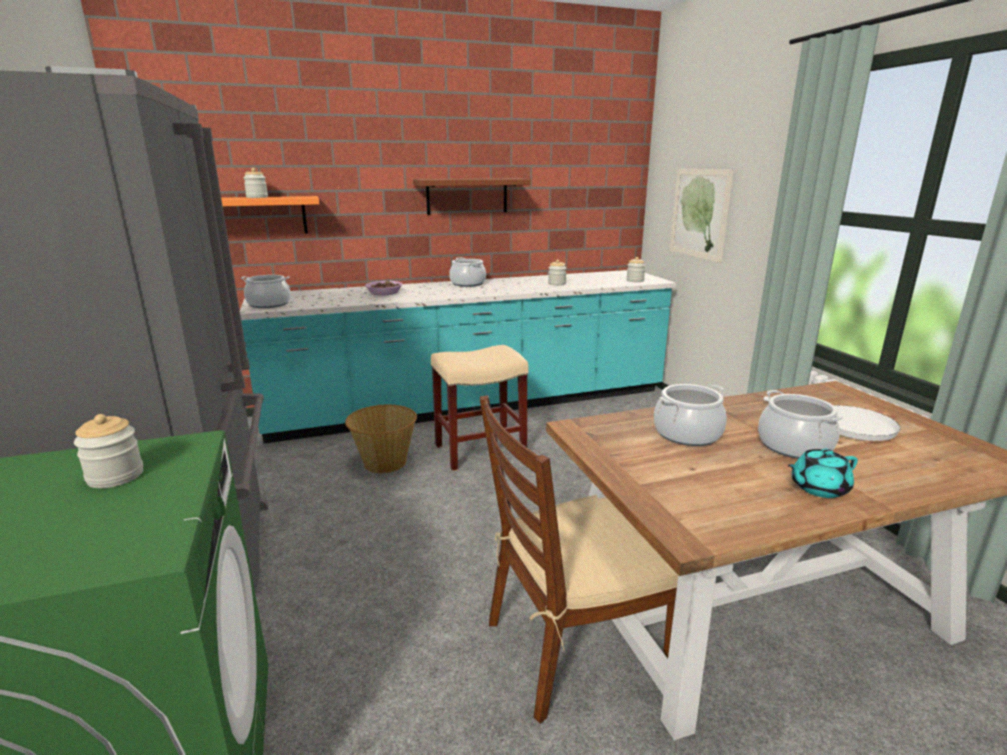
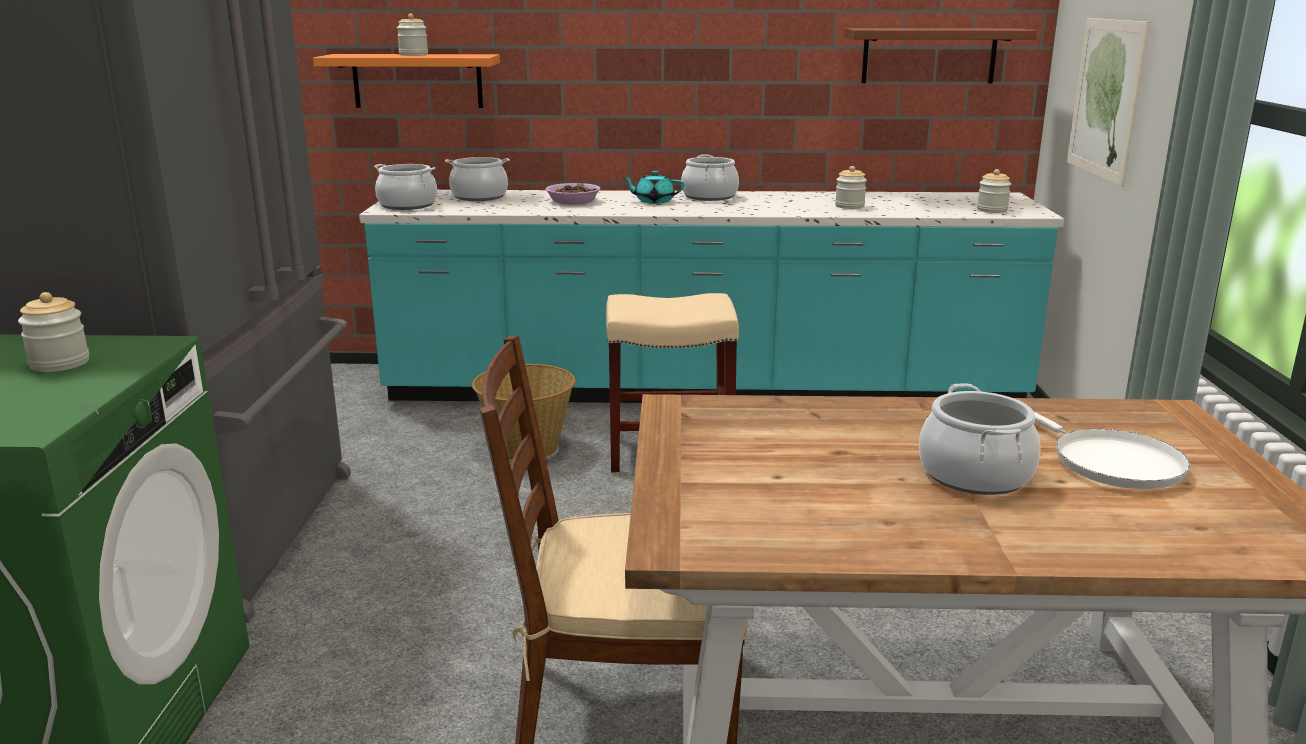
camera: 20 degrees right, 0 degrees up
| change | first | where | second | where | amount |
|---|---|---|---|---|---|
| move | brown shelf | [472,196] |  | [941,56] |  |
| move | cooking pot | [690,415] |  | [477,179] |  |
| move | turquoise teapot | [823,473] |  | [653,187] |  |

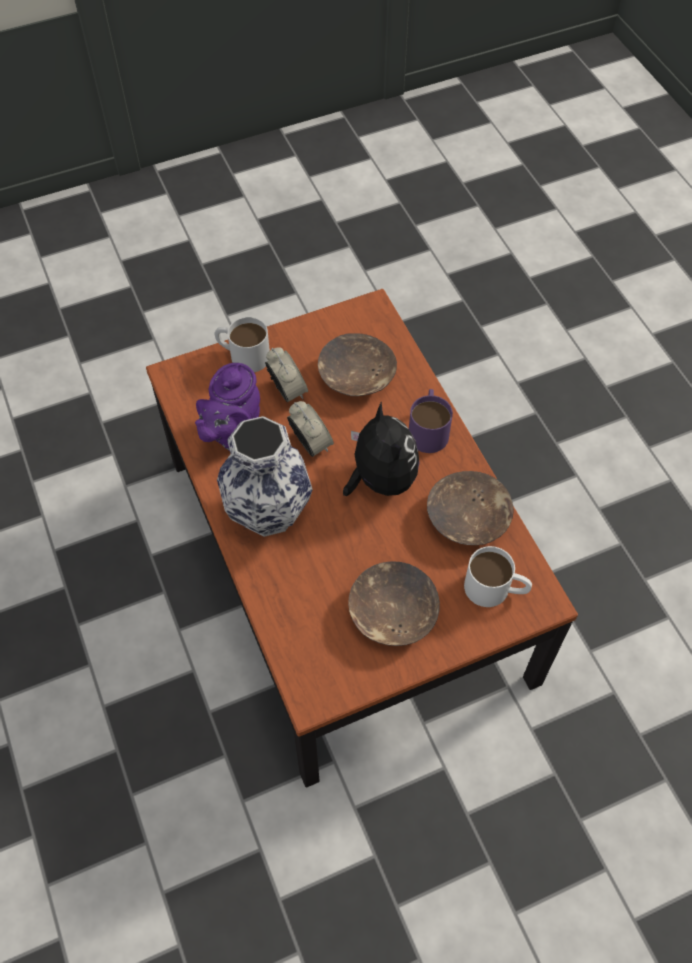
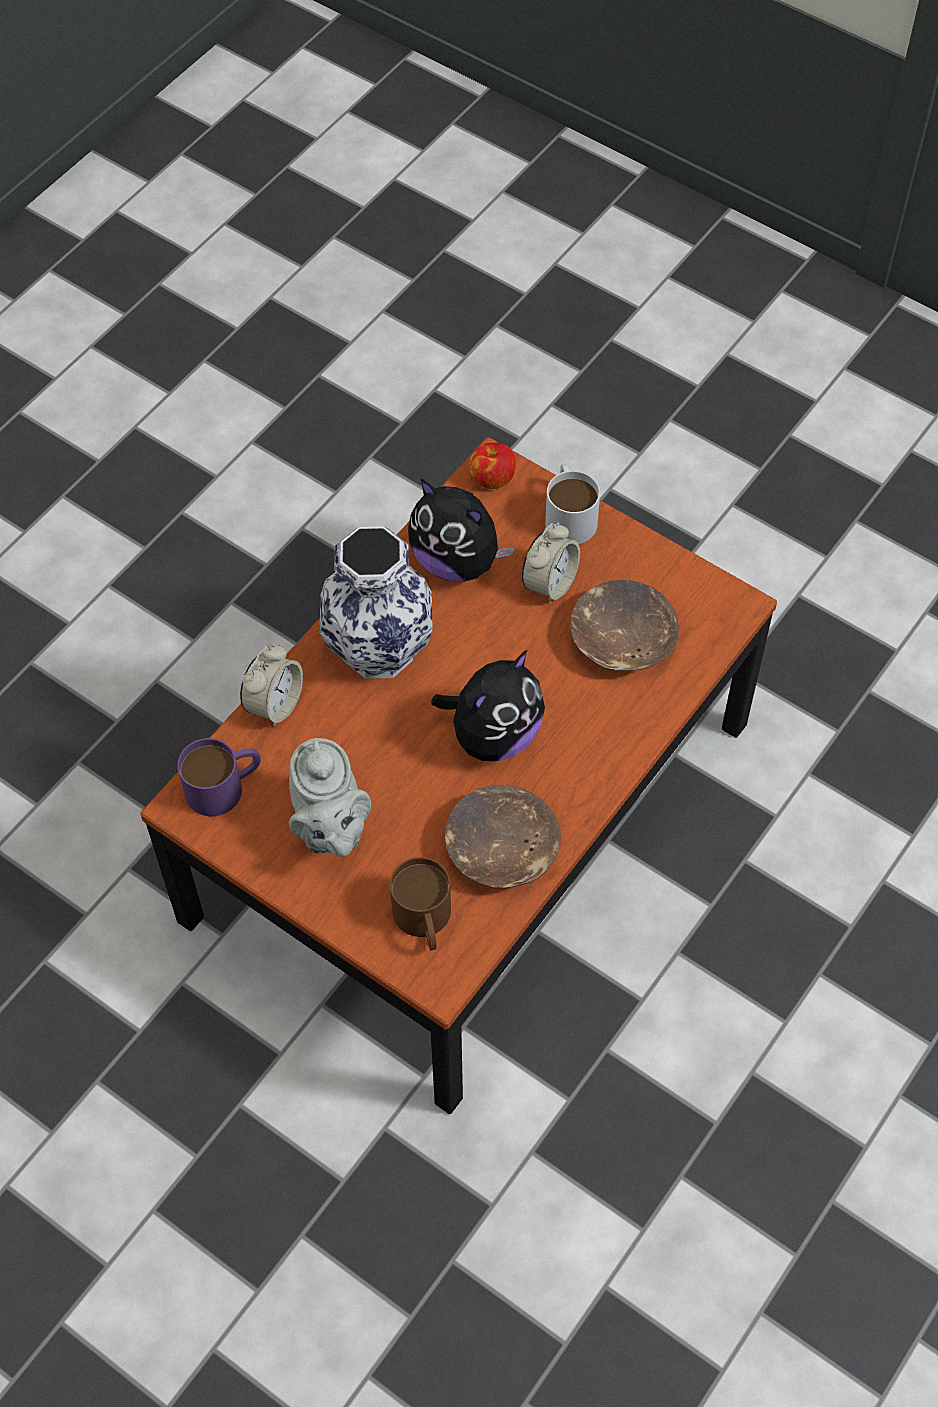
camera: 60 degrees right, 0 degrees up
| change | first | where | second | where | amount |
|---|---|---|---|---|---|
| insert |  |  | apple | [492,466] |  |
| move | alarm clock | [310,429] |  | [271,685] |  |
| move | purple mug | [431,421] |  | [219,777] |  |
| replace | purple teapot | [227,407] | plush toy | [461,530] |  |
| replace | brown bowl | [394,603] | grey teapot | [330,797] |  |
| recolor | white mug | [498,576] | brown mug | [420,903] |  |

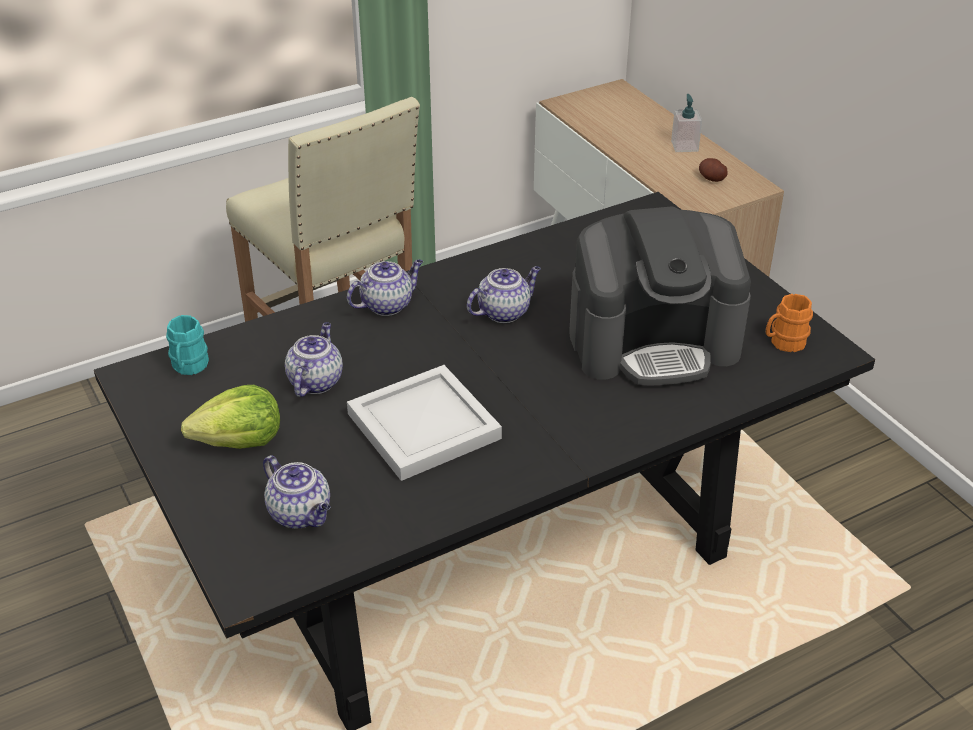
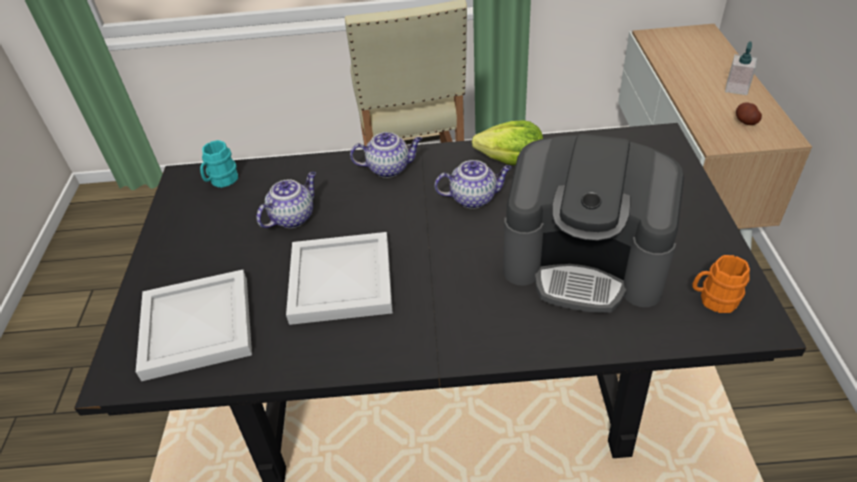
camera: 30 degrees right, 5 degrees up
| change | first | where | second | where | amount |
|---|---|---|---|---|---|
| move | lettuce | [230,417] |  | [507,142] |  |
| replace | teapot | [296,491] | white tray | [194,325] |  |

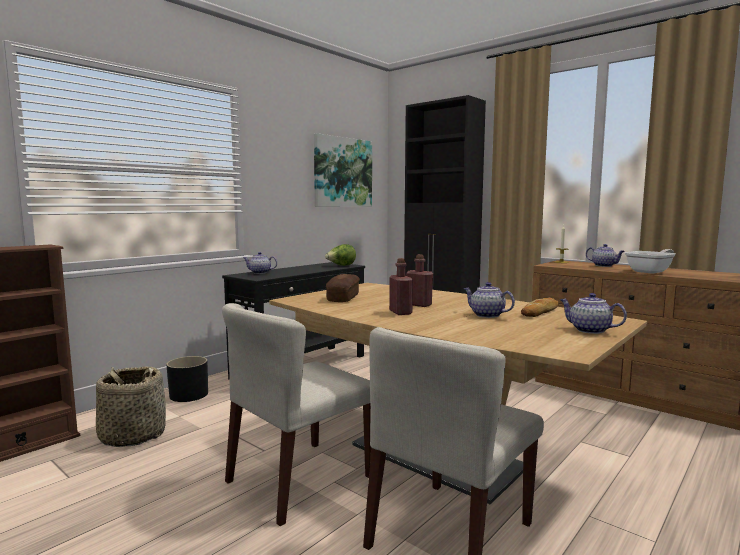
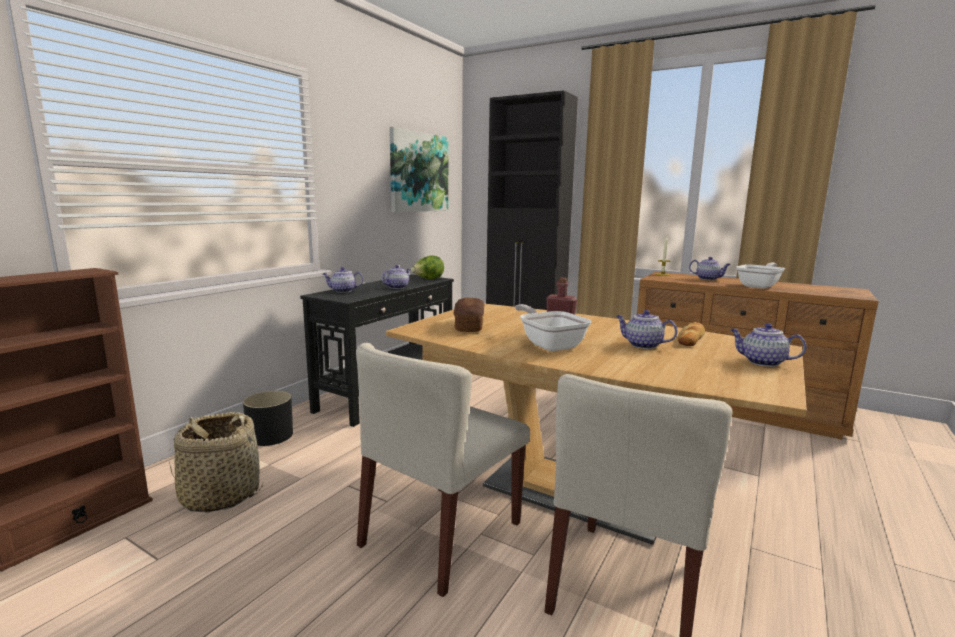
camera: 10 degrees left, 5 degrees up
| change | first | where | second | where | amount |
|---|---|---|---|---|---|
| insert |  |  | teapot | [396,277] |  |
| replace | red bottle | [401,286] | frying pan | [553,327] |  |

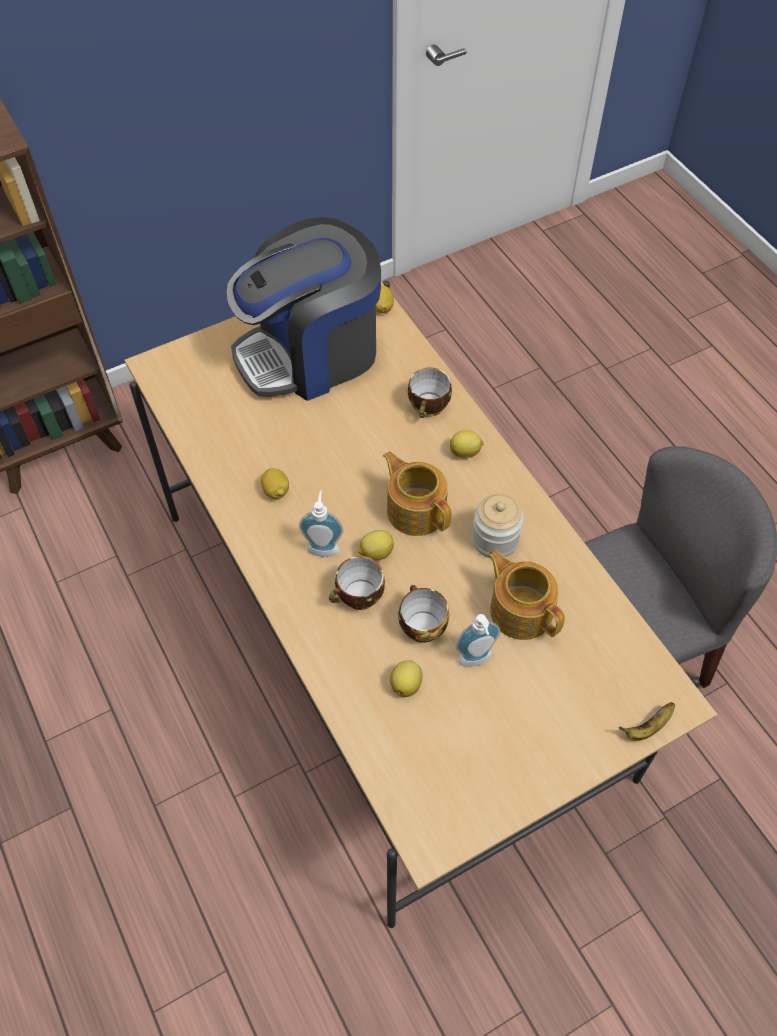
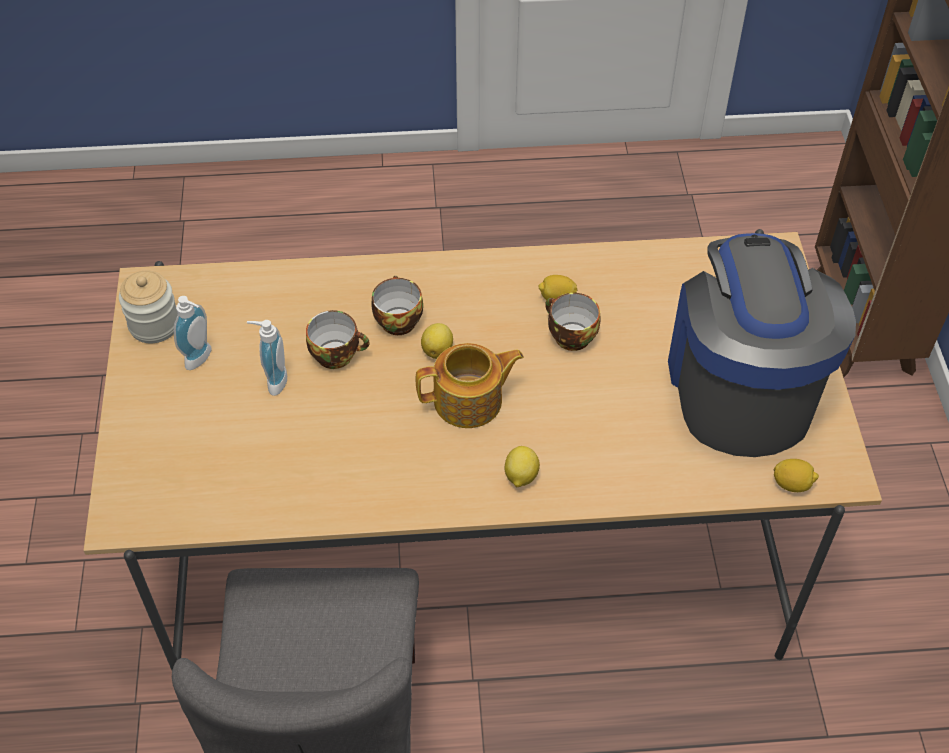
camera: 115 degrees right, 5 degrees down
| change | first | where | second | where | amount |
|---|---|---|---|---|---|
| delete | lemon | [406,678] |  |  |  |
| delete | teapot | [526,595] |  |  |  |
| delete | banana | [647,721] |  |  |  |
| move | soap dispenser | [321,523] |  | [193,333] |  |
| move | cup | [430,392] |  | [573,322] |  |
| move | jar | [498,526] |  | [148,307] |  |

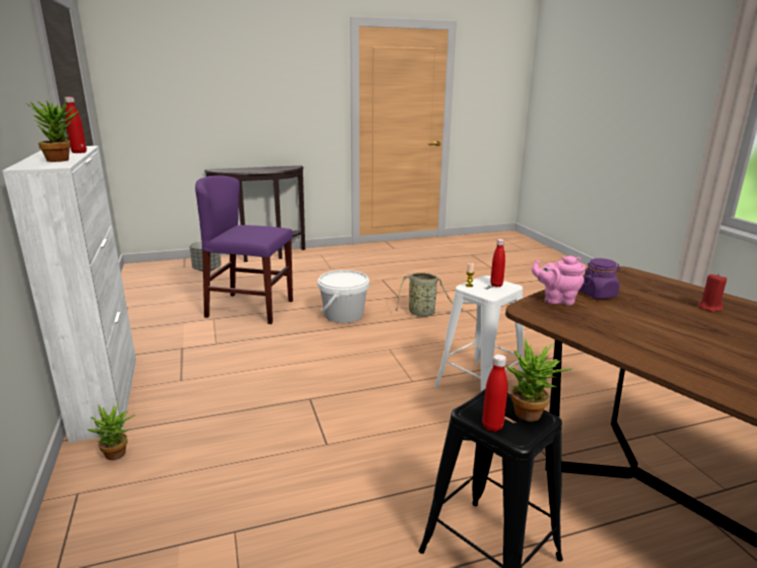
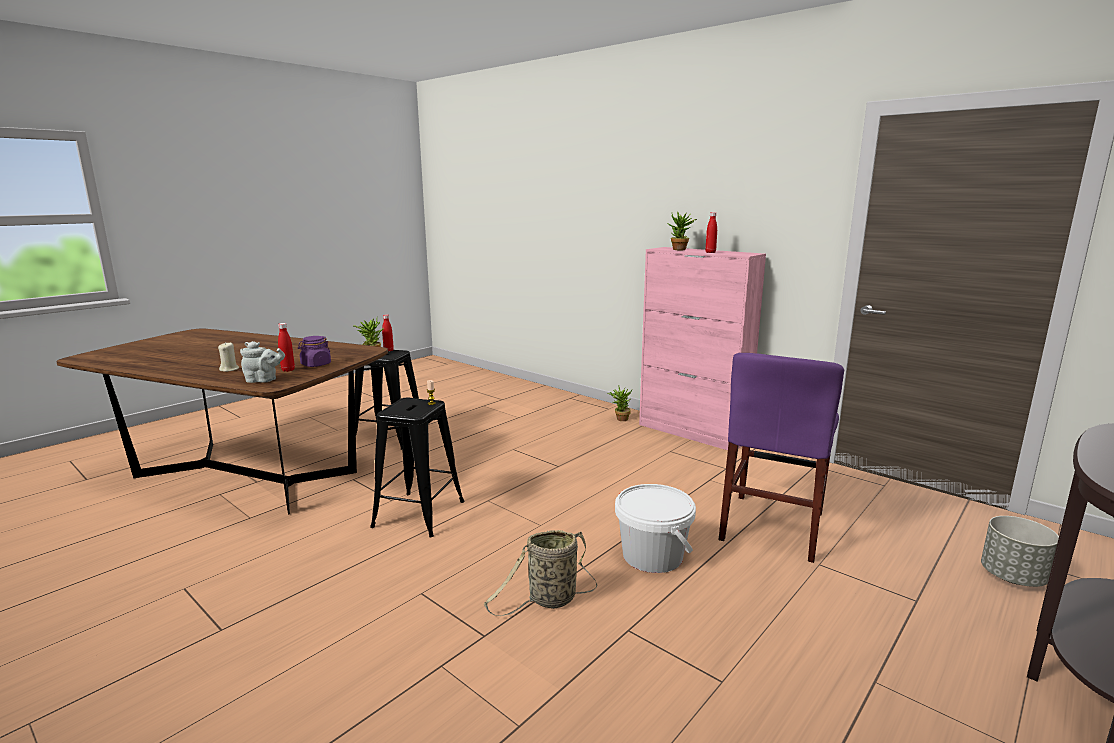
camera: 150 degrees right, 5 degrees down
| change | first | where | second | where | amount |
|---|---|---|---|---|---|
| delete | pink teapot | [558,280] |  |  |  |
| insert |  |  | grey teapot | [262,362] |  |
| move | red bottle | [497,263] |  | [286,347] |  |
| recolor | white cabinet | [69,294] | pink cabinet | [702,348] |  |
| recolor | white stool | [479,333] | black stool | [417,467] |  |
| recolor | red candle | [712,292] | beige candle | [228,357] |  |
| rotate | purple chair | [244,249] |  | [781,458] | 135 degrees clockwise |

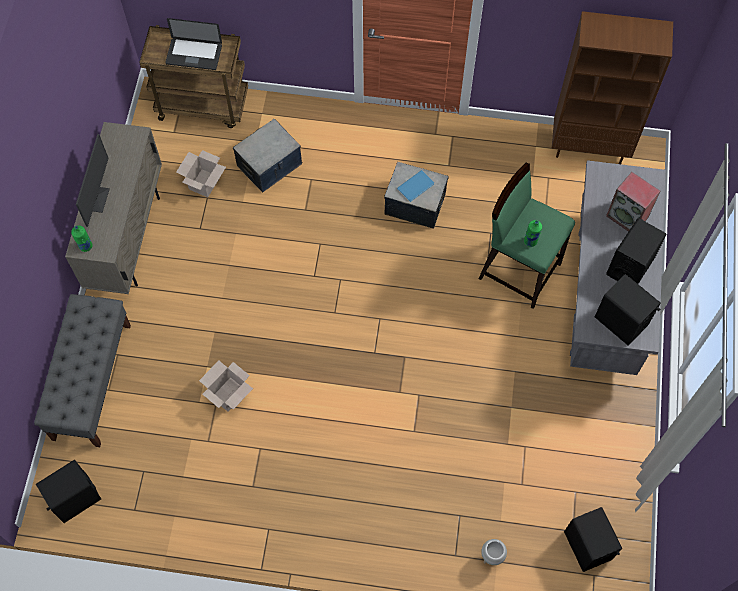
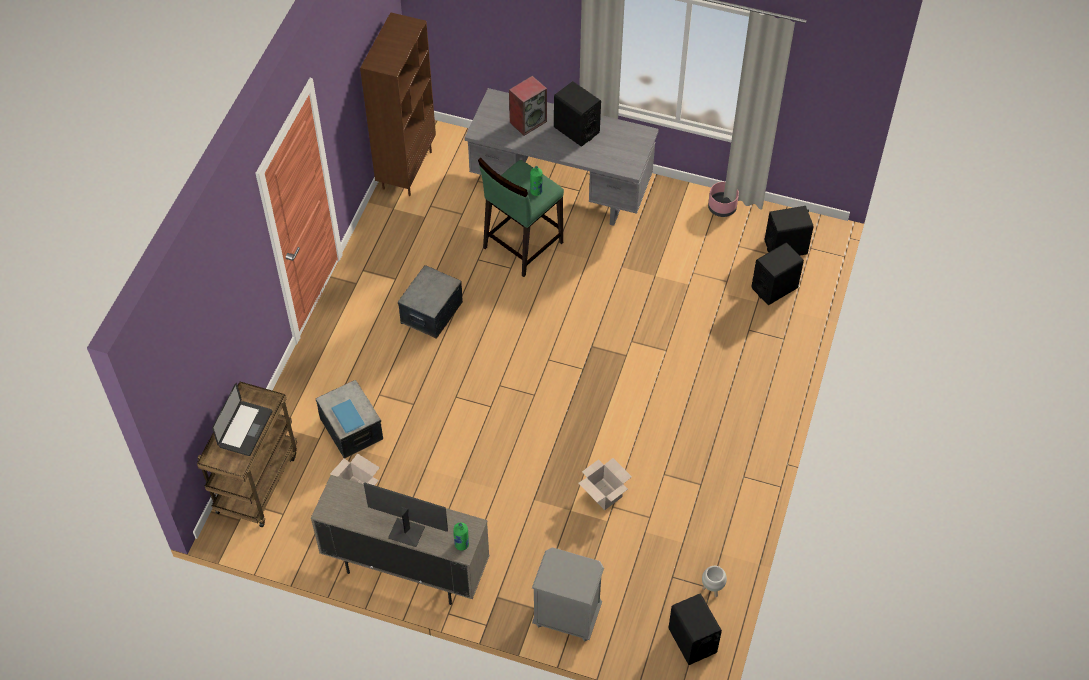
camera: 80 degrees left, 10 degrees down
| change | first | where | second | where | amount |
|---|---|---|---|---|---|
| insert |  |  | pink planter | [723,199] |  |
| move | blue book | [415,186] |  | [348,416] |  |
| move | white planter | [494,552] |  | [714,581] |  |
| move | black speaker | [628,309] |  | [777,274] |  |
| replace | grey bench | [82,370] | grey nightstand | [568,594] |  |

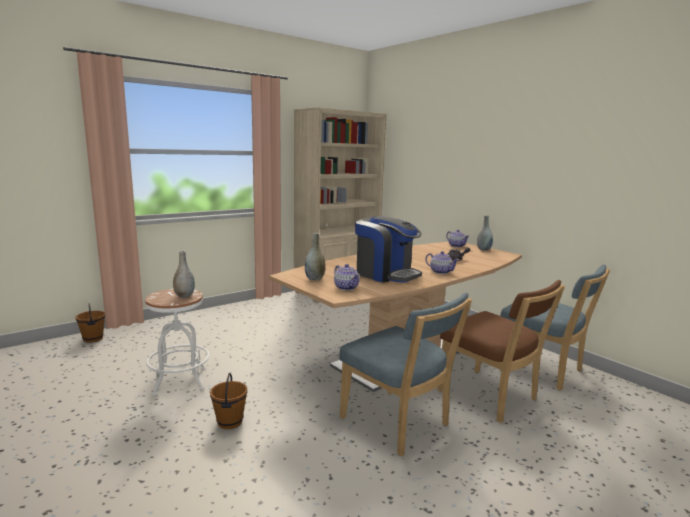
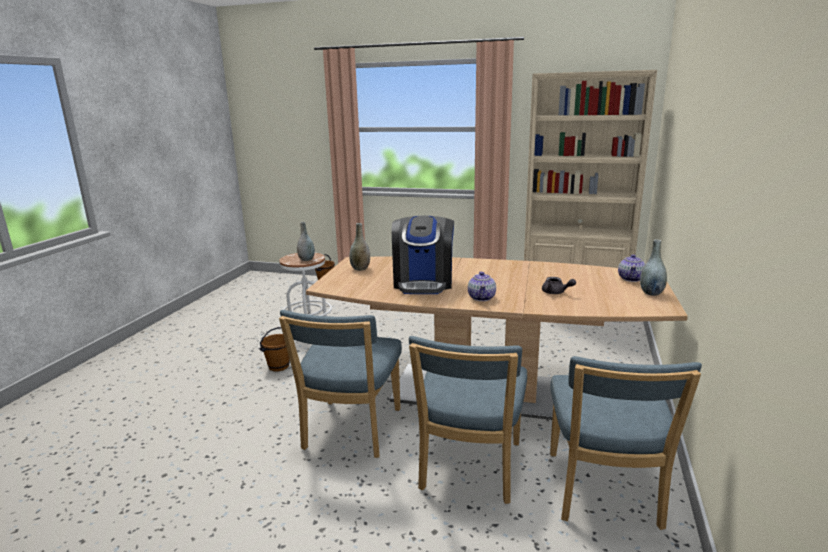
camera: 55 degrees right, 5 degrees up
| change | first | where | second | where | amount |
|---|---|---|---|---|---|
| delete | teapot | [347,277] |  |  |  |
| recolor | brown chair | [501,351] | blue chair | [468,420] |  |

